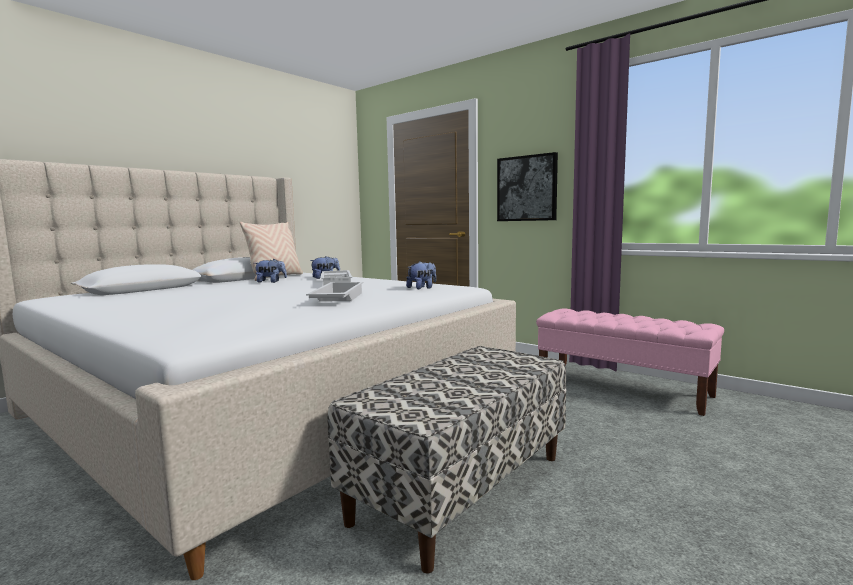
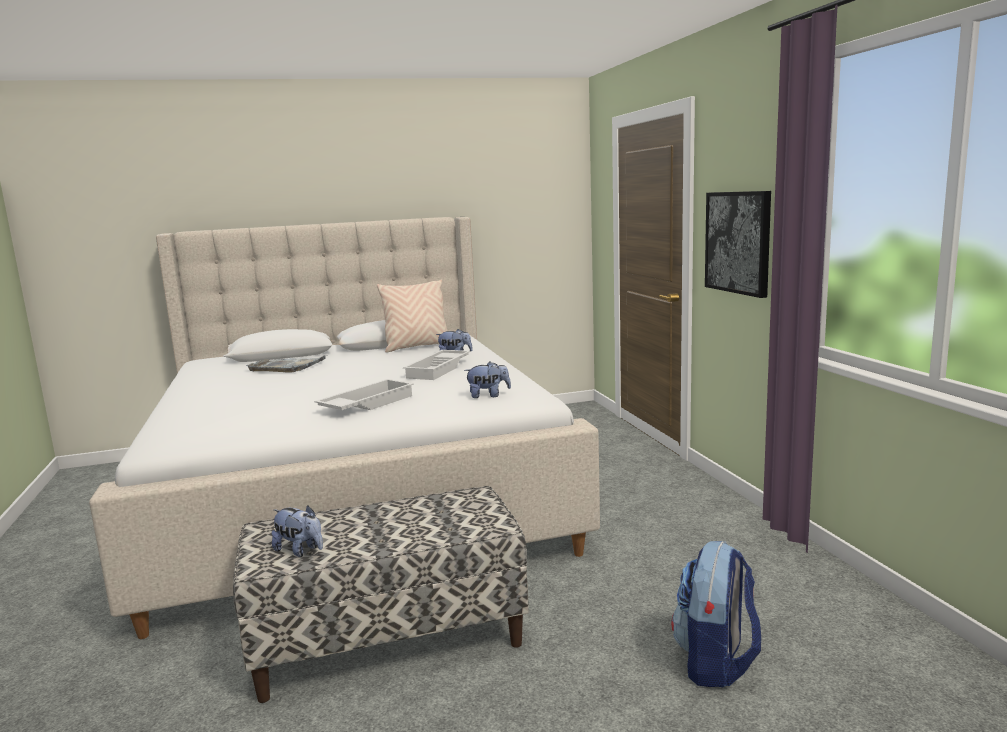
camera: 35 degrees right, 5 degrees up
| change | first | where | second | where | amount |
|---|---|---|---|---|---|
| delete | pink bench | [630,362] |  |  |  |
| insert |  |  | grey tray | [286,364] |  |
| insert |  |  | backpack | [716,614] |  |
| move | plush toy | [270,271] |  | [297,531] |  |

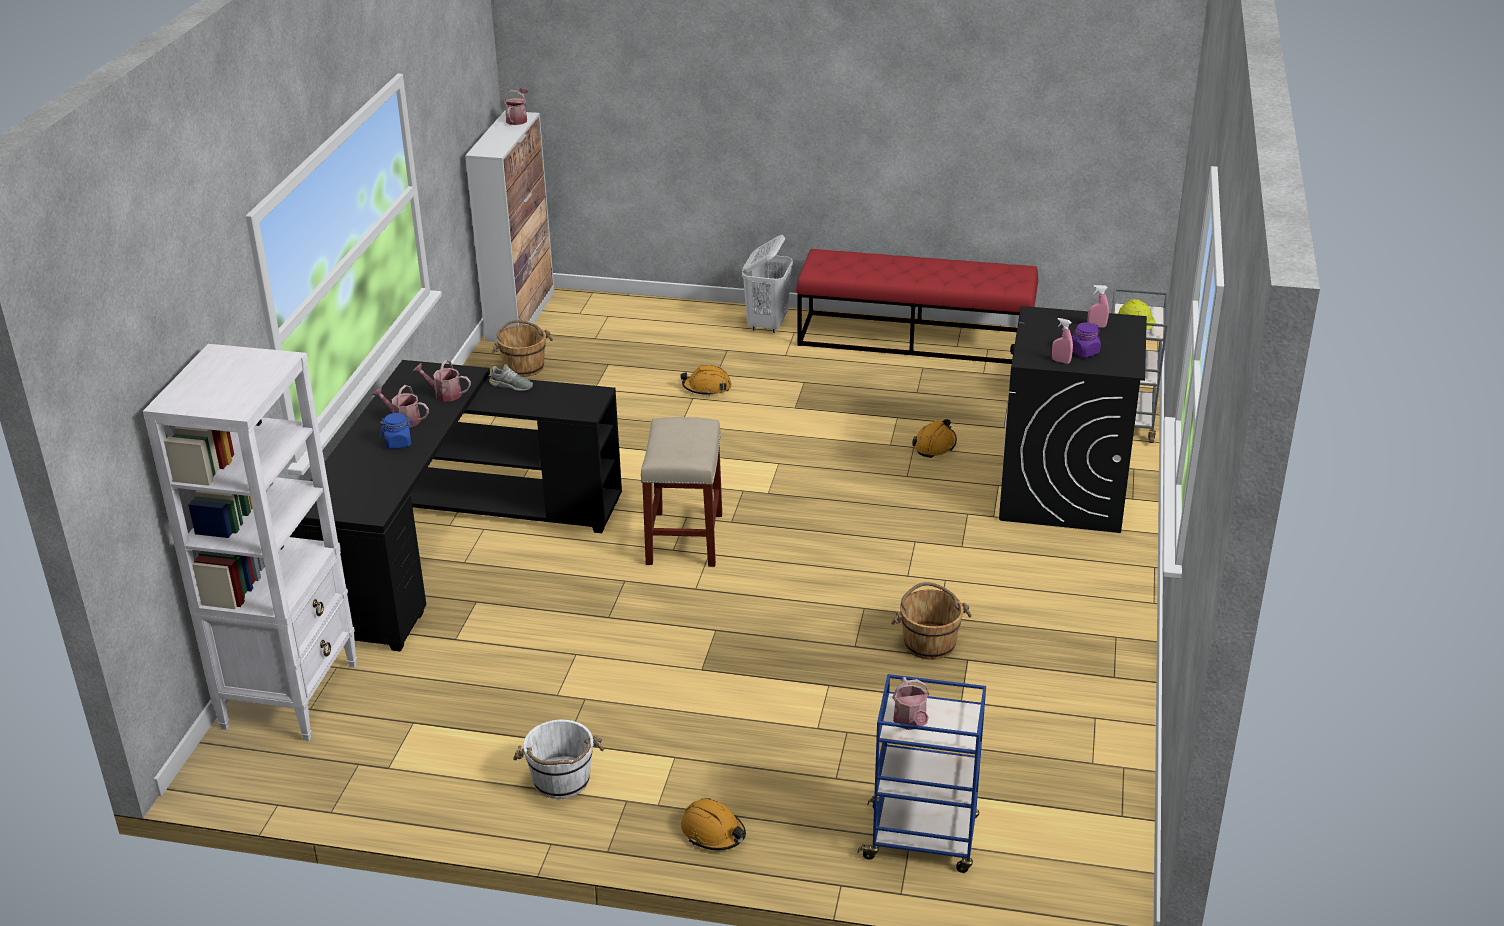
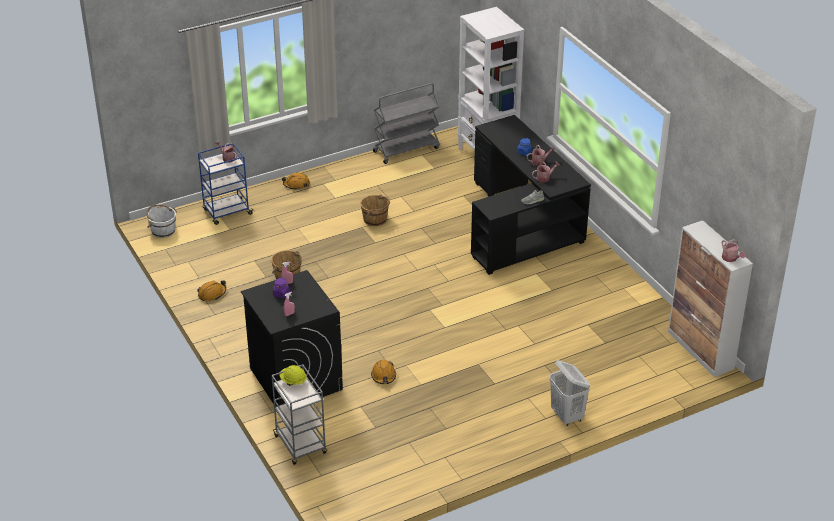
camera: 140 degrees right, 5 degrees up
| change | first | where | second | where | amount |
|---|---|---|---|---|---|
| delete | beige stool | [681,492] |  |  |  |
| delete | red bench | [917,306] |  |  |  |
| insert |  |  | grey cart | [406,123] |  |
| move | brown bucket | [522,348] |  | [375,210] |  |
| move | white bucket | [558,759] |  | [161,221] |  |
| move | orange hard hat | [705,380] |  | [211,290] |  |

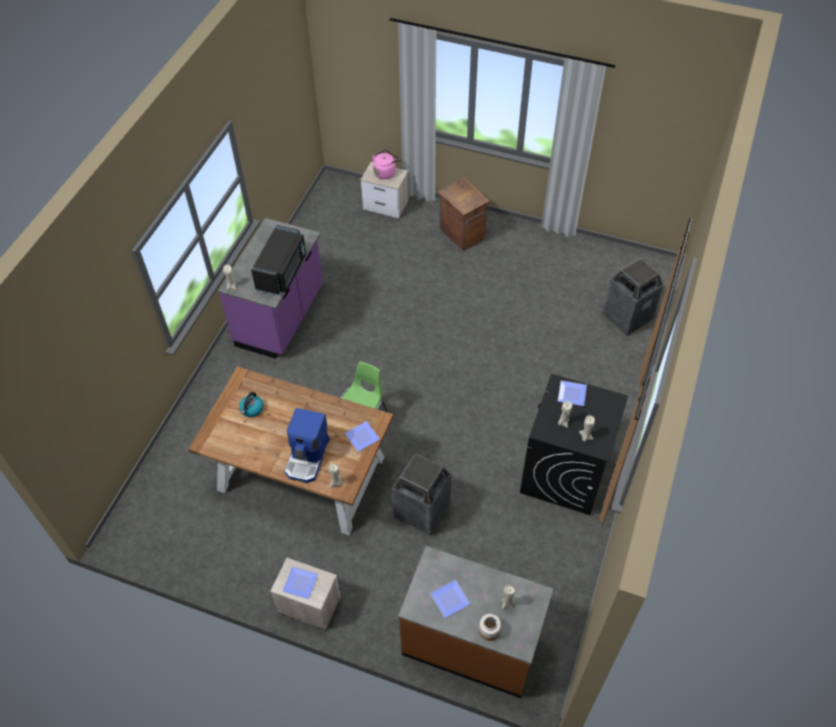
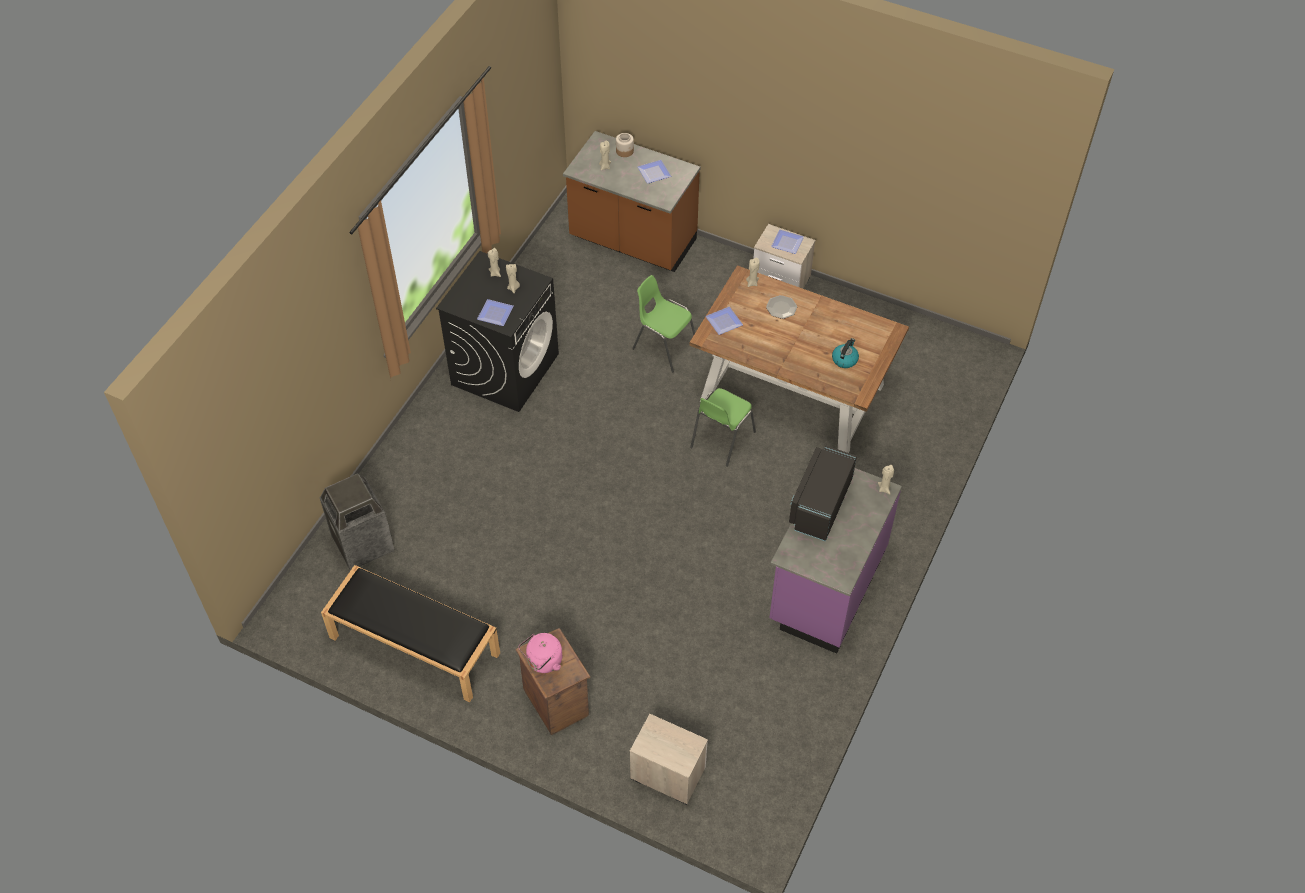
camera: 175 degrees left, 0 degrees up
| change | first | where | second | where | amount |
|---|---|---|---|---|---|
| insert |  |  | black bench | [410,633] |  |
| move | pink kettle | [386,164] |  | [540,653] |  |
| replace | coffee machine | [307,445] | plate | [781,307] |  |
| replace | trash can | [422,495] | green chair | [663,323] |  |

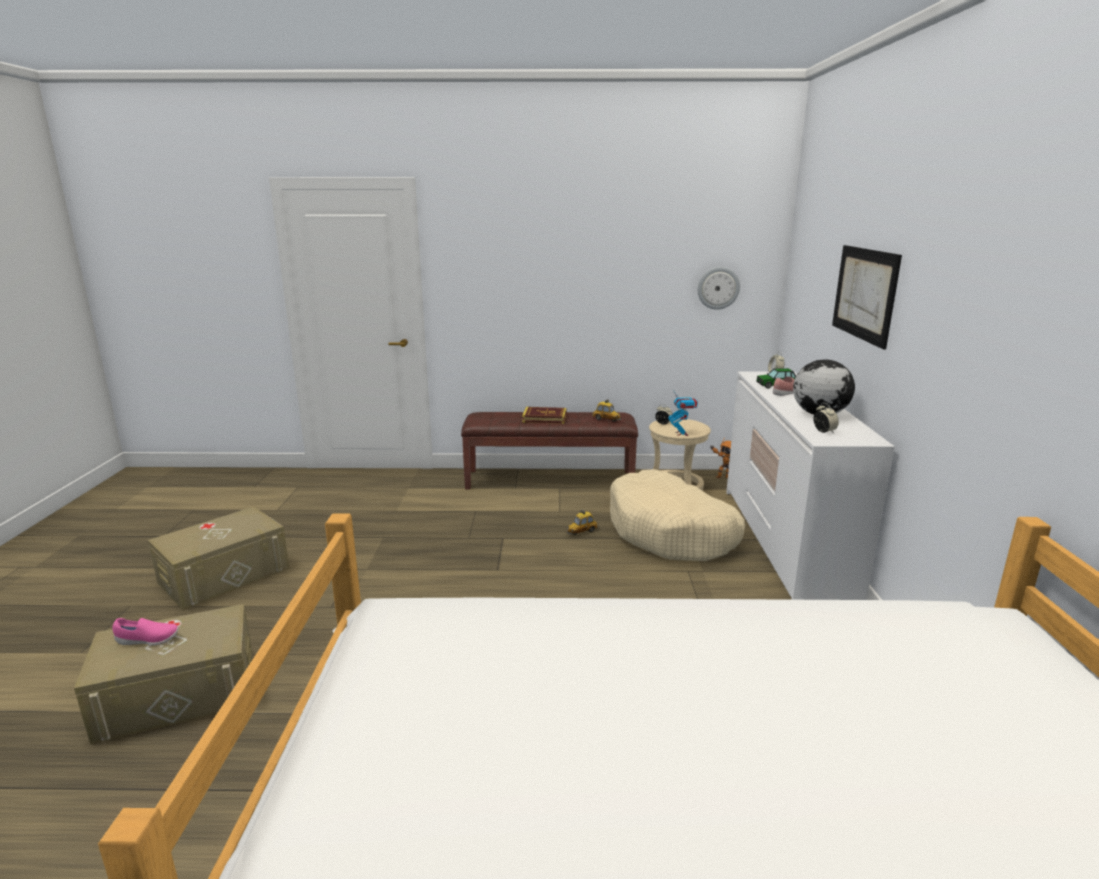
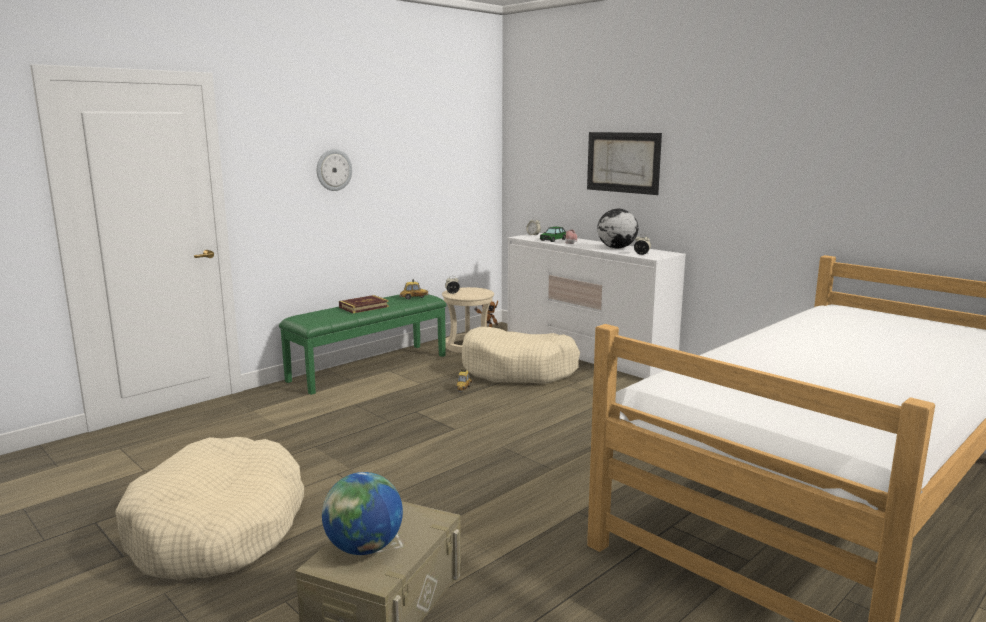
camera: 45 degrees left, 5 degrees down
| change | first | where | second | where | amount |
|---|---|---|---|---|---|
| delete | toy robot | [683,413] |  |  |  |
| move | wall clock | [719,288] |  | [334,170] |  |
| replace | pink shoe | [145,632] | globe | [362,513] |  |
| replace | beige storage box | [219,558] | beige dog bed | [209,508] |  |
| recolor | brown bench | [549,450] | green bench | [363,345] |  |

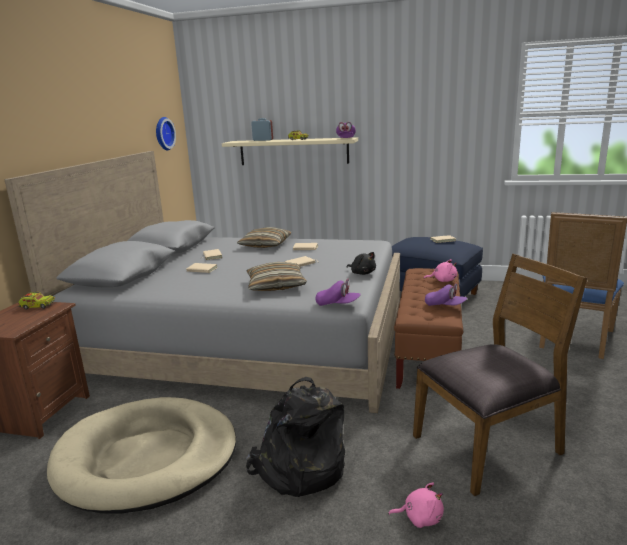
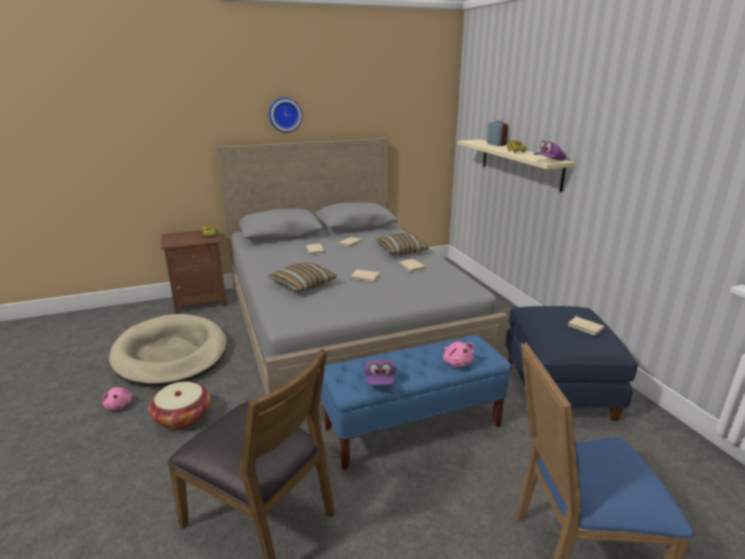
camera: 55 degrees right, 5 degrees up
| change | first | where | second | where | amount |
|---|---|---|---|---|---|
| delete | purple cap | [338,292] |  |  |  |
| delete | black plush toy | [361,263] |  |  |  |
| move | wall clock | [166,133] |  | [285,115] |  |
| move | pink plush toy | [416,505] |  | [117,398] |  |
| replace | black backpack | [295,437] | basket | [179,406] |  |
| recolor | brown bench | [428,328] | blue bench | [415,402] |  |

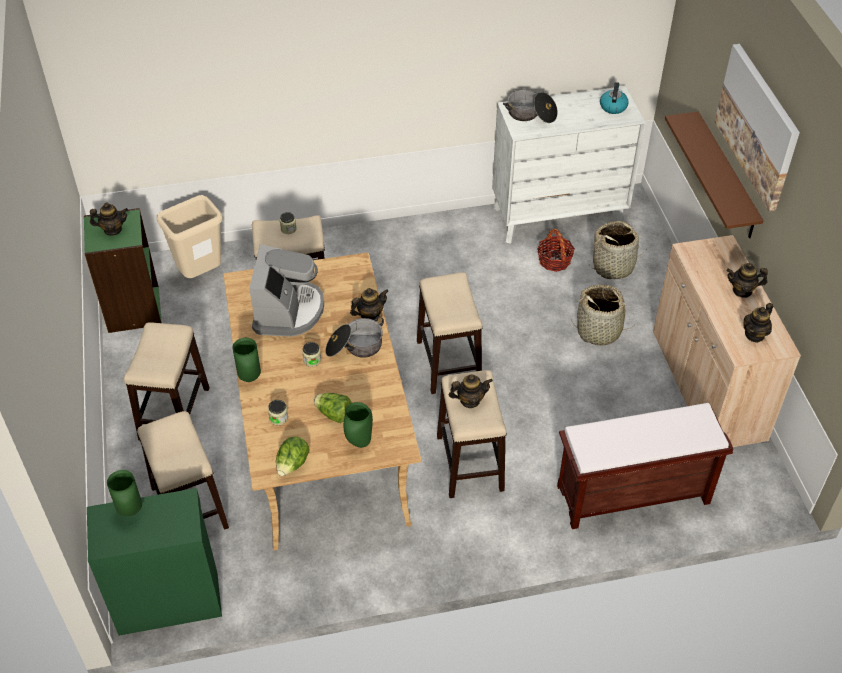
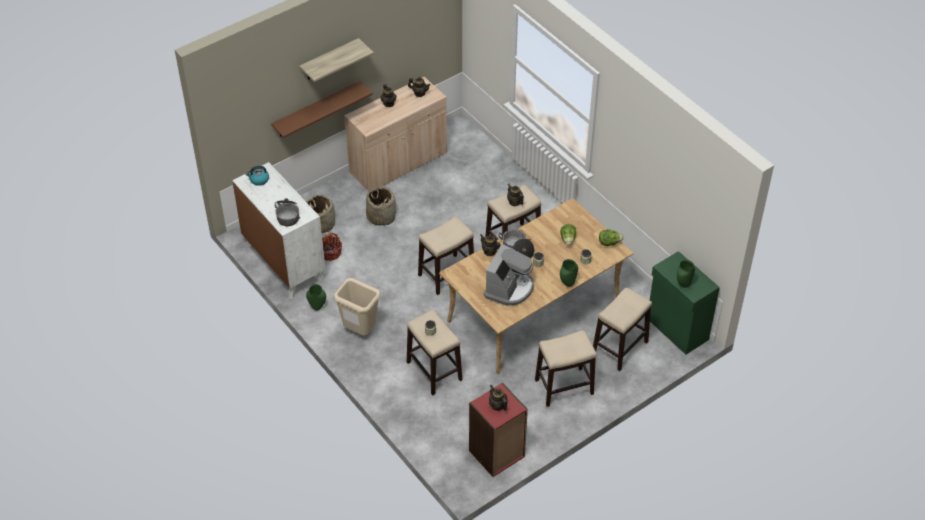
camera: 115 degrees left, 0 degrees up
| change | first | where | second | where | amount |
|---|---|---|---|---|---|
| delete | brown bench | [645,466] |  |  |  |
| move | beige trash can | [190,236] |  | [357,306] |  |
| move | green vase | [358,425] |  | [316,297] |  |
| replace | picture | [757,127] | shelf | [336,60] |  |
| recolor | green bookcase | [123,270] | red bookcase | [498,430] |  |
| rotate | coffee machine | [286,290] |  | [509,275] | 135 degrees clockwise |

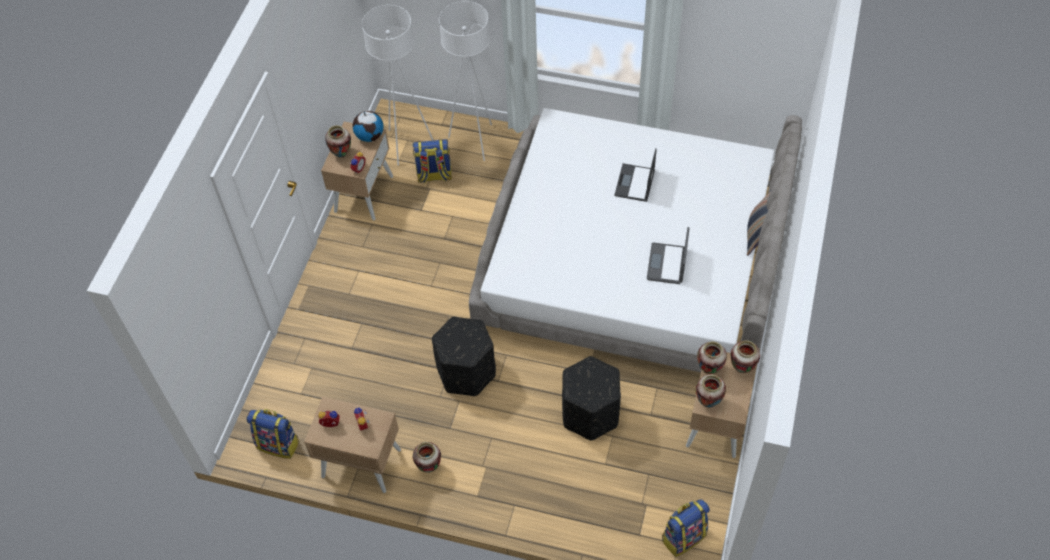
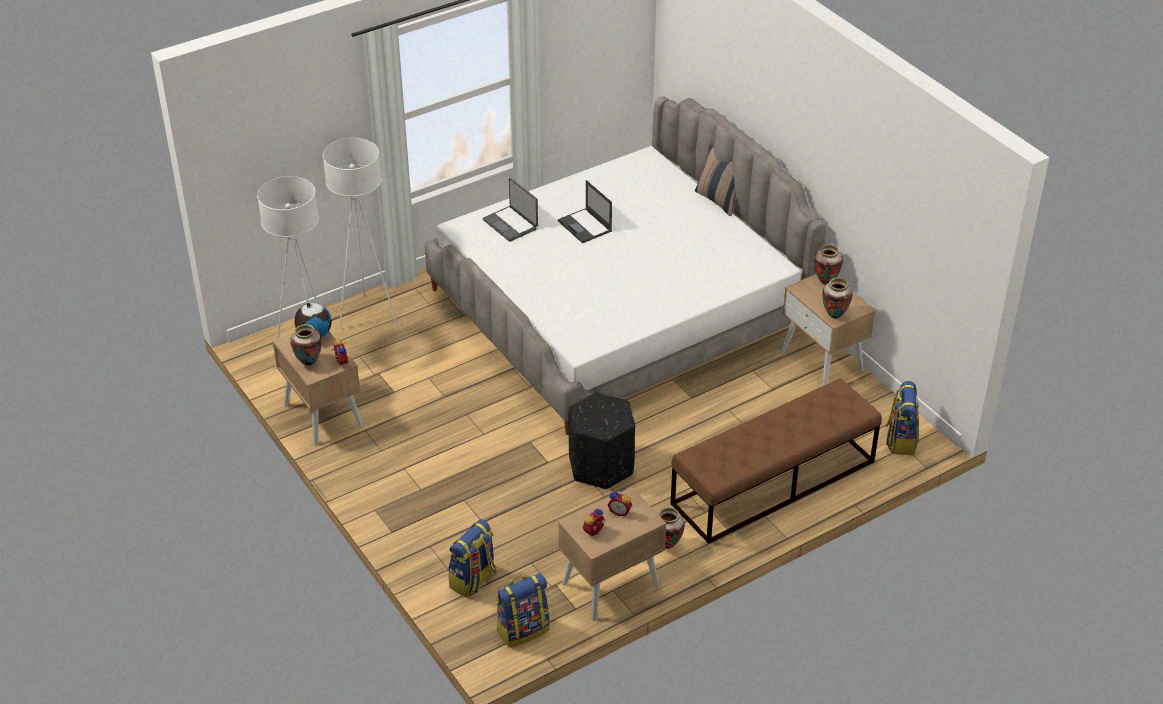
camera: 50 degrees left, 15 degrees down
| change | first | where | second | where | amount |
|---|---|---|---|---|---|
| delete | black ottoman | [591,398] |  |  |  |
| delete | vase | [712,358] |  |  |  |
| insert |  |  | brown bench | [776,461] |  |
| move | backpack | [432,161] |  | [473,558] |  |
| move | laptop | [668,255] |  | [510,210] |  |

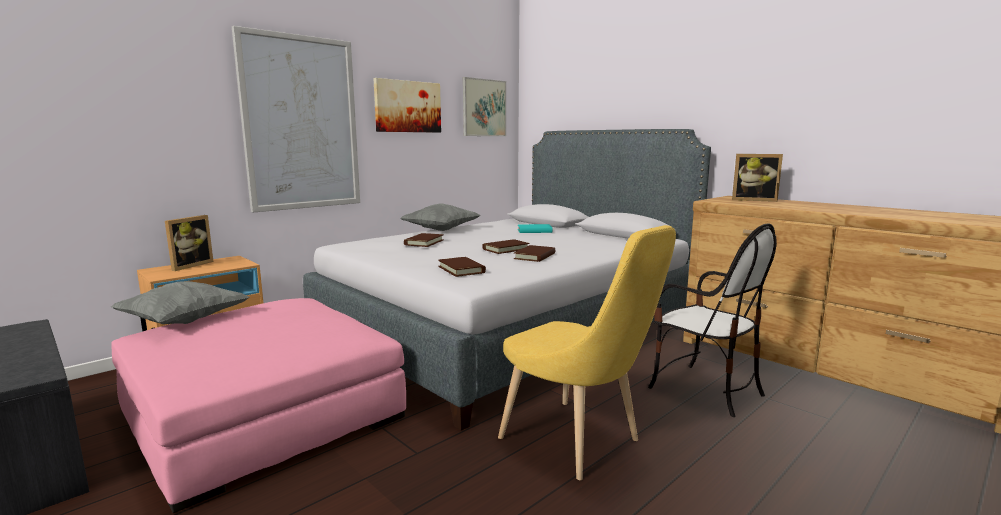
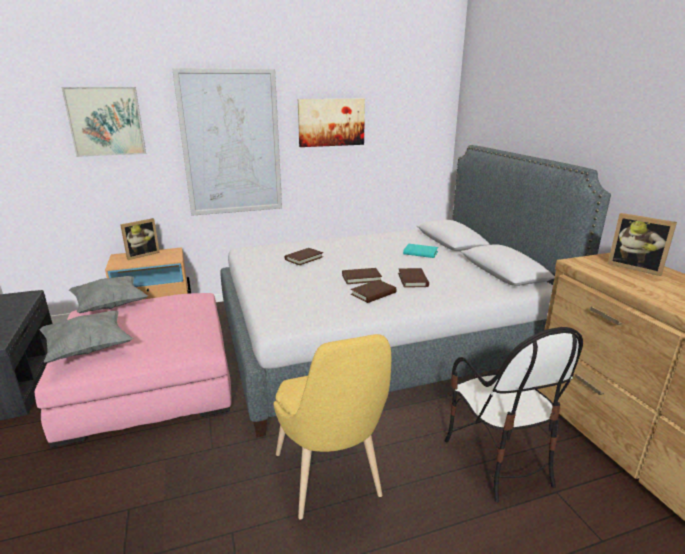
camera: 25 degrees right, 10 degrees up
| change | first | where | second | where | amount |
|---|---|---|---|---|---|
| move | grey pillow | [440,217] |  | [86,337] |  |
| move | brown book | [462,267] |  | [413,278] |  |
| move | picture | [484,106] |  | [103,122] |  |

